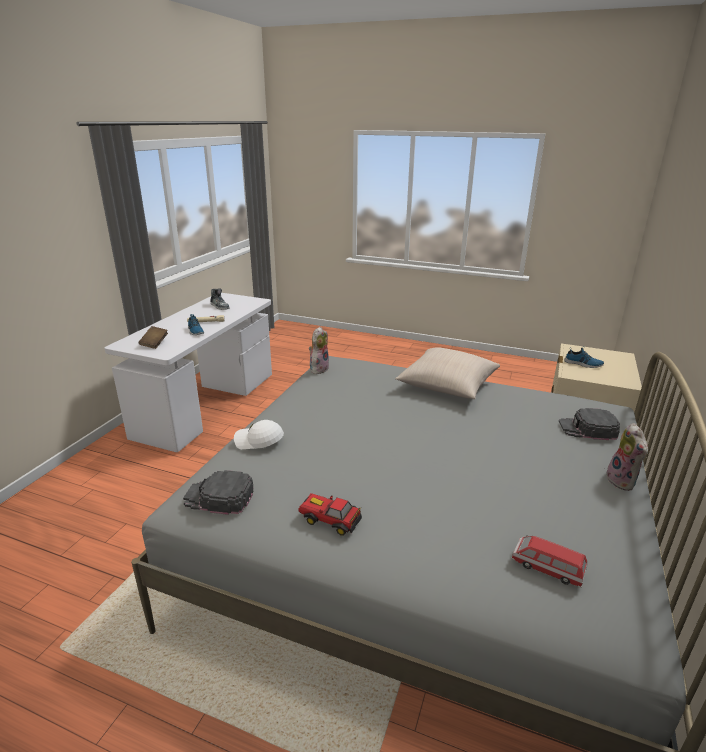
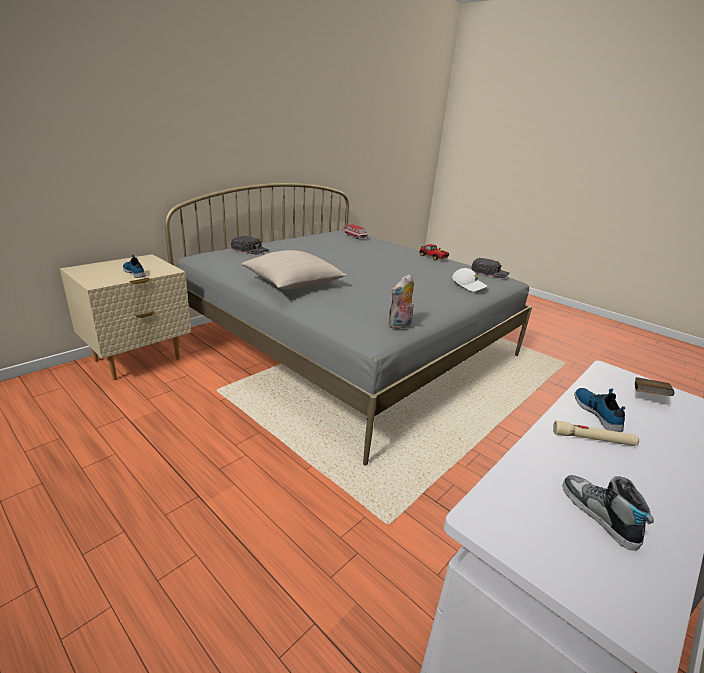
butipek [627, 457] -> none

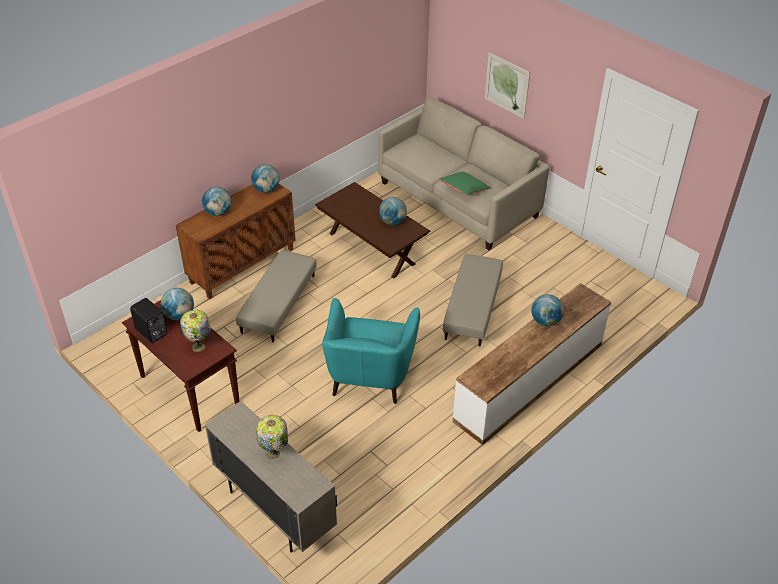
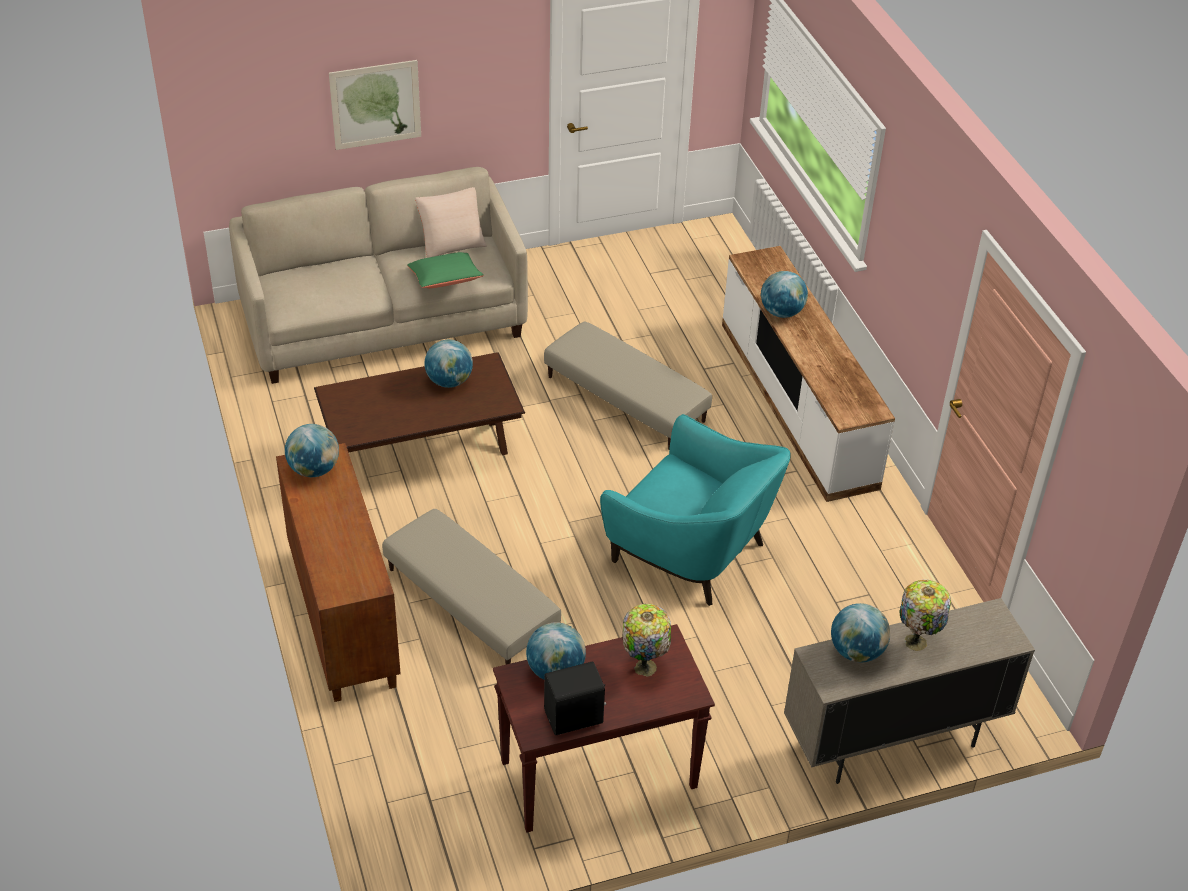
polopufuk [217, 201] -> polopufuk [861, 632], shifted
none -> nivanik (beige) [451, 222]

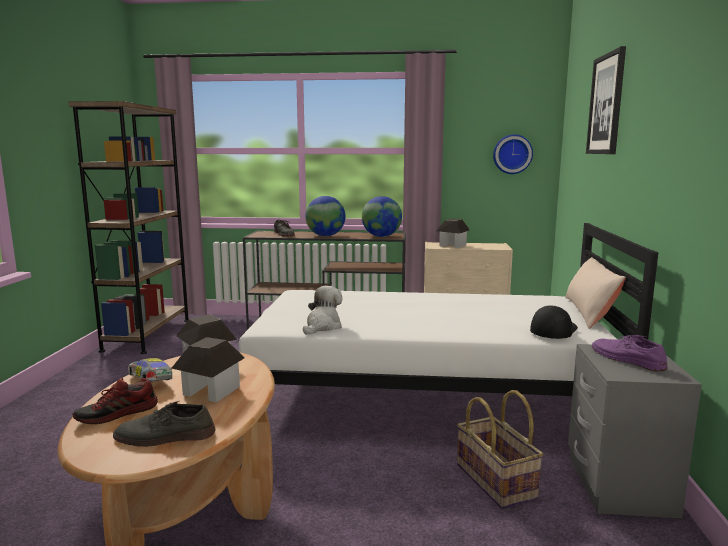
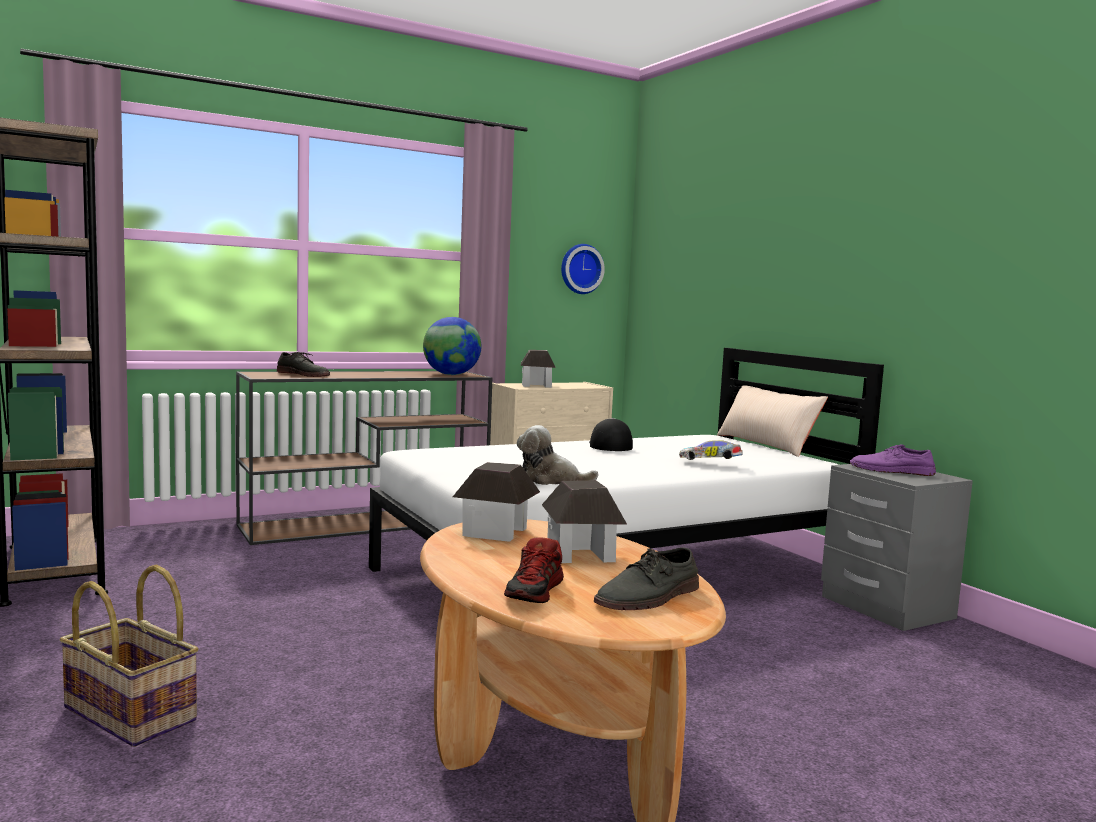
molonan [606, 100] -> none
polopufuk [325, 216] -> none
butipek [322, 310] -> butipek [557, 455], 75 degrees counterclockwise
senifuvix [554, 322] -> senifuvix [611, 434], shifted
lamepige [150, 369] -> lamepige [711, 450], shifted
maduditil [500, 449] -> maduditil [129, 656], shifted

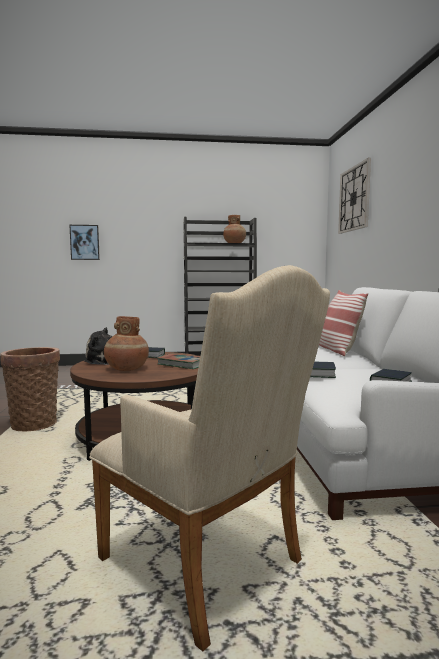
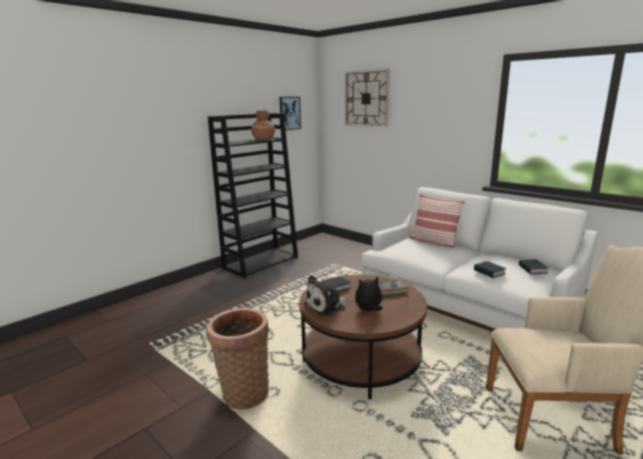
molonan [84, 242] -> molonan [290, 113], shifted
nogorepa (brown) [126, 343] -> butipek [369, 294]

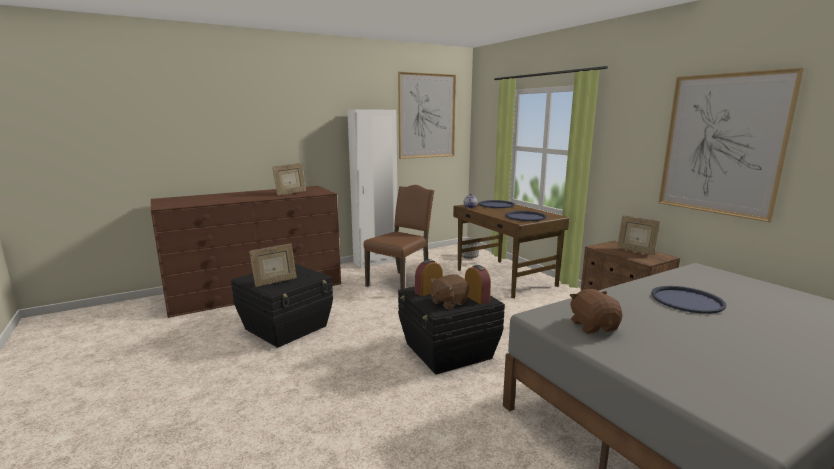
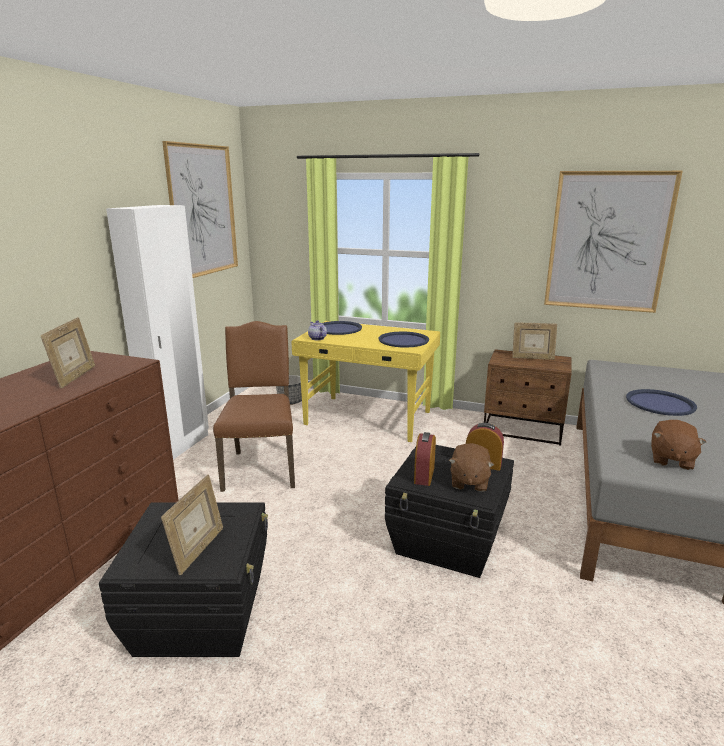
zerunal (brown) [511, 250] -> zerunal (yellow) [365, 381]
butipek (brown) [596, 311] -> butipek (brown) [678, 445], 105 degrees counterclockwise

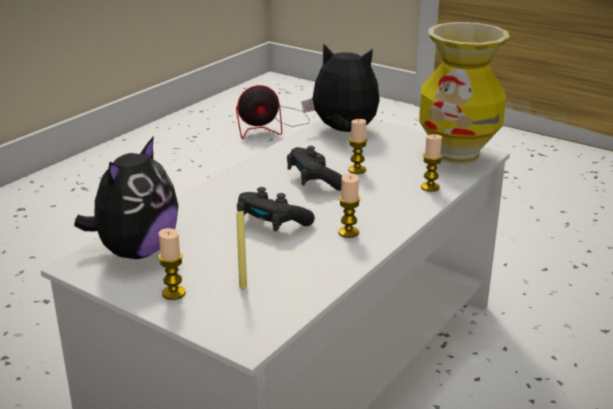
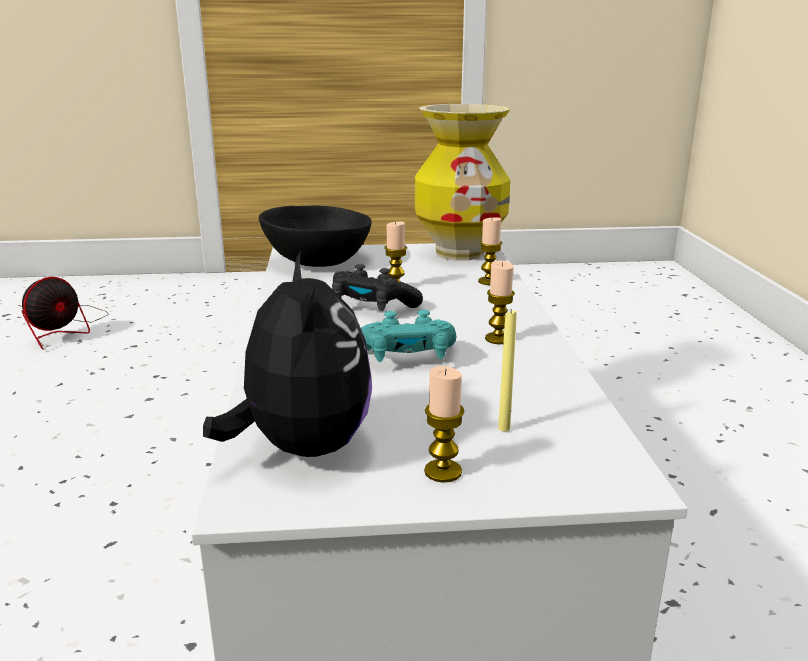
butipek [341, 87] -> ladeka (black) [315, 236]
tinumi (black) [276, 209] -> tinumi (turquoise) [408, 336]

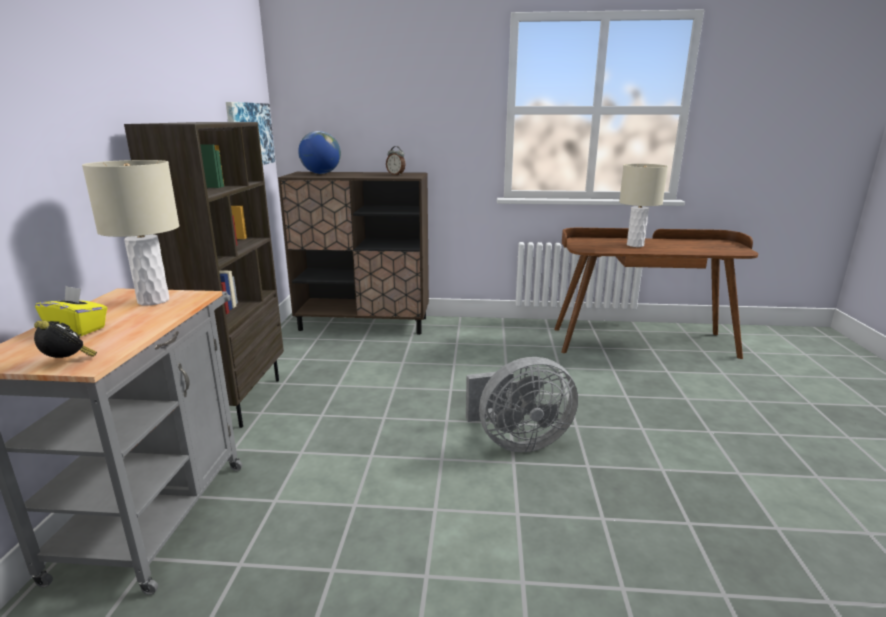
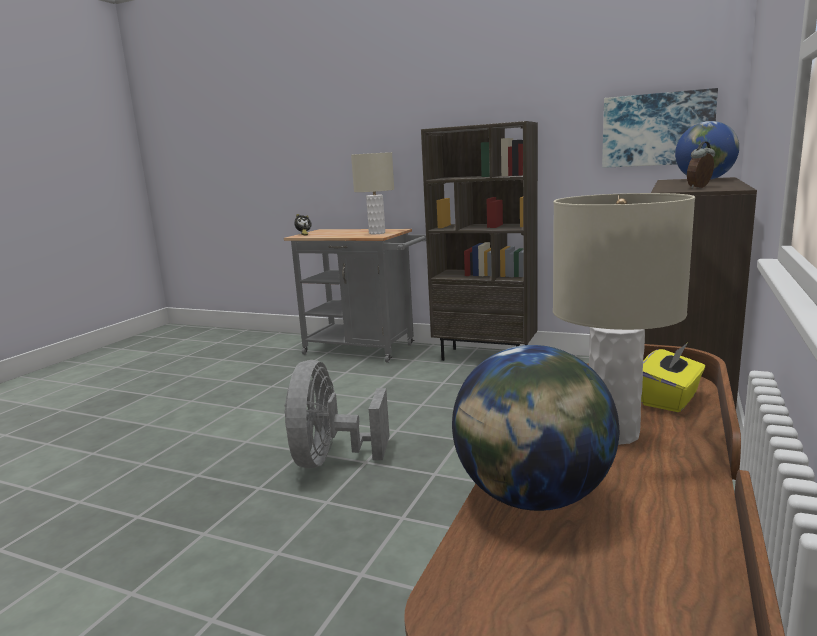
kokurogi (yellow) [71, 311] -> kokurogi (yellow) [673, 377], shifted
none -> polopufuk [535, 428]

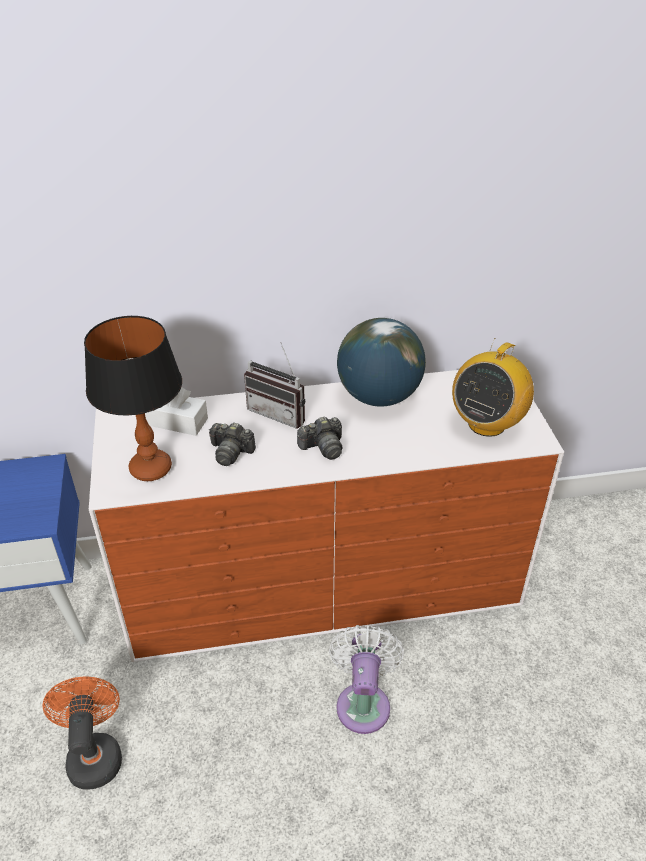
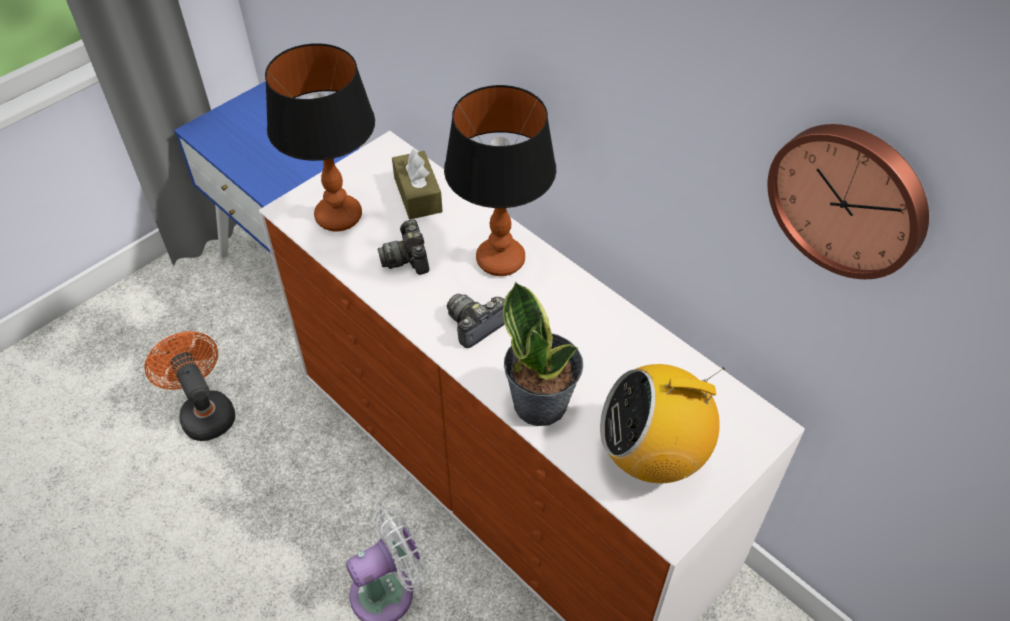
polopufuk [381, 362] -> none
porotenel [274, 385] -> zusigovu [500, 180]
kokurogi (white) [176, 411] -> kokurogi (brown) [417, 184]
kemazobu [319, 438] -> kemazobu [476, 321], 105 degrees clockwise
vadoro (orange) [82, 733] -> vadoro (orange) [190, 386], 75 degrees counterclockwise
none -> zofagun [848, 201]
none -> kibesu [543, 353]

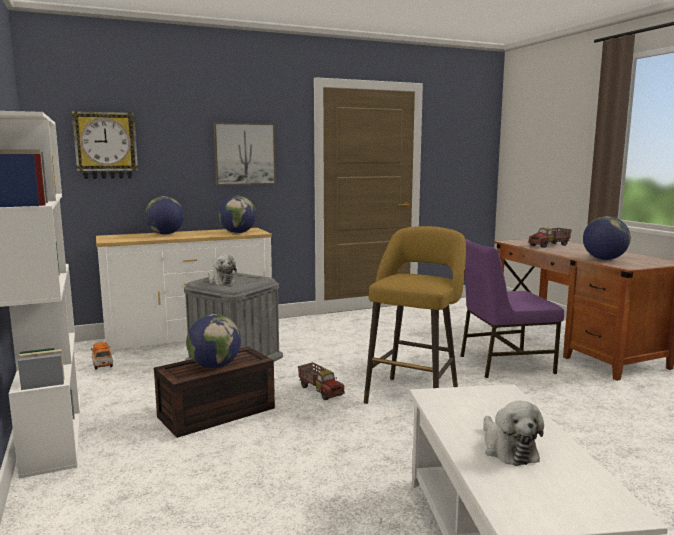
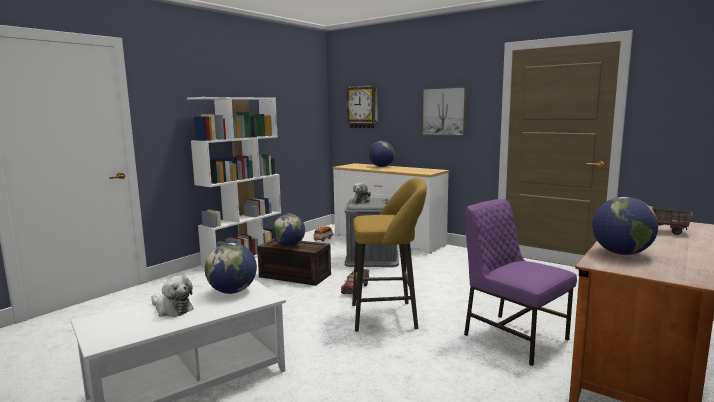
polopufuk [237, 214] -> polopufuk [231, 268], shifted
butipek [513, 433] -> butipek [172, 296], 105 degrees counterclockwise

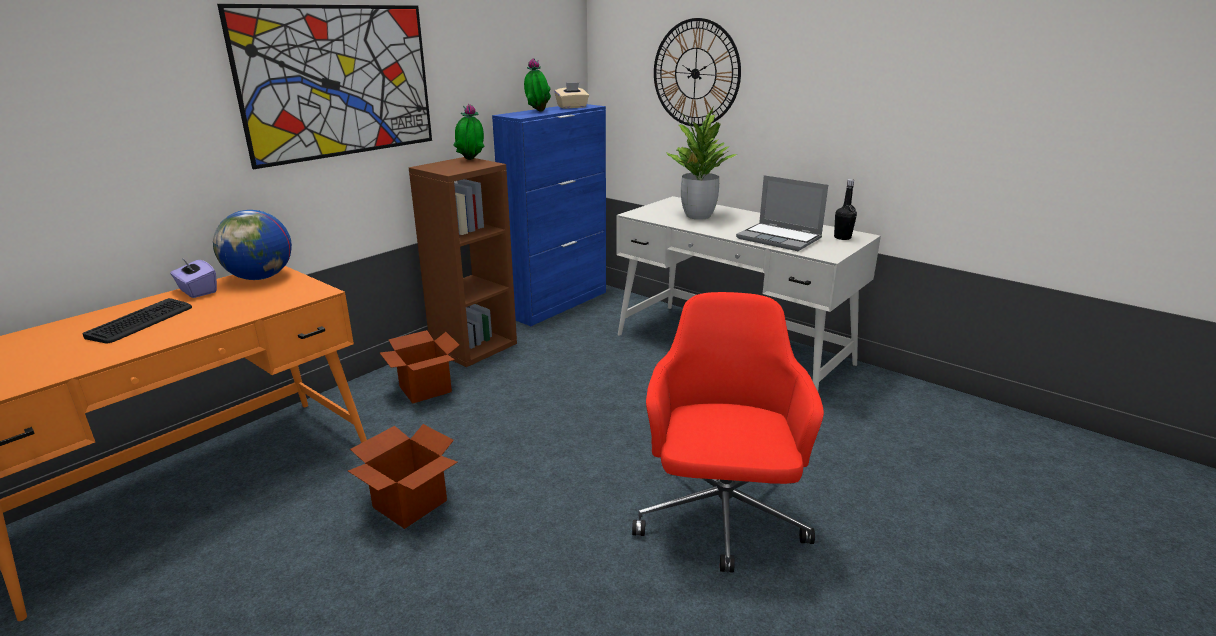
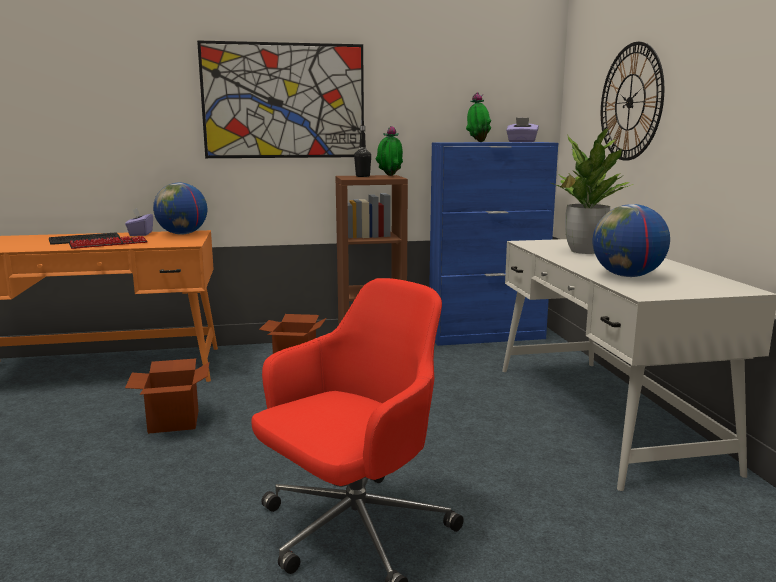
kokurogi (beige) [572, 96] -> kokurogi (purple) [522, 130]
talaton [782, 213] -> polopufuk [631, 240]
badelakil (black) [845, 209] -> badelakil (black) [362, 151], shifted
none -> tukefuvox [108, 242]

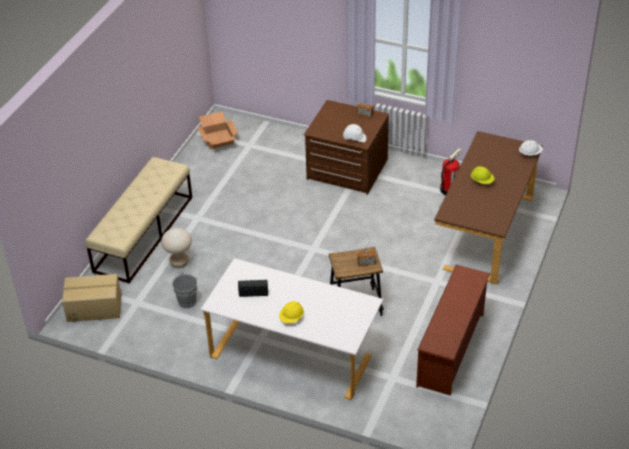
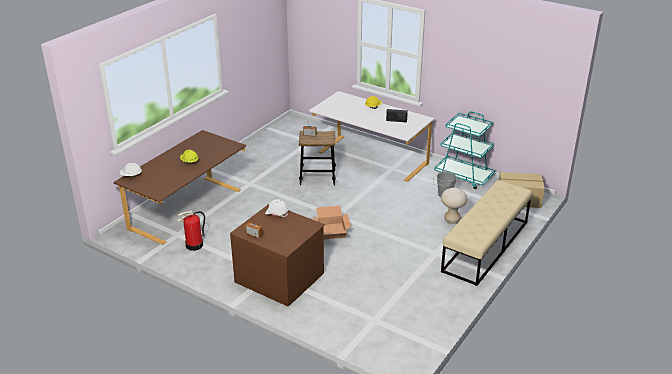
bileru [217, 130] -> bileru [332, 223], shifted
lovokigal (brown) [453, 330] -> none
none -> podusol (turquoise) [464, 150]

